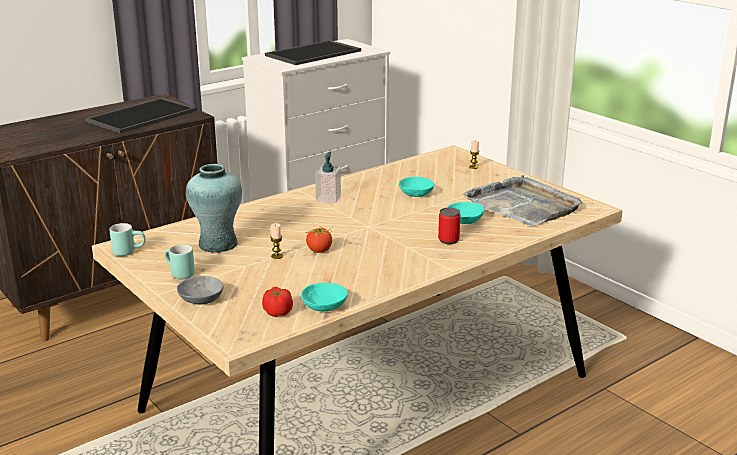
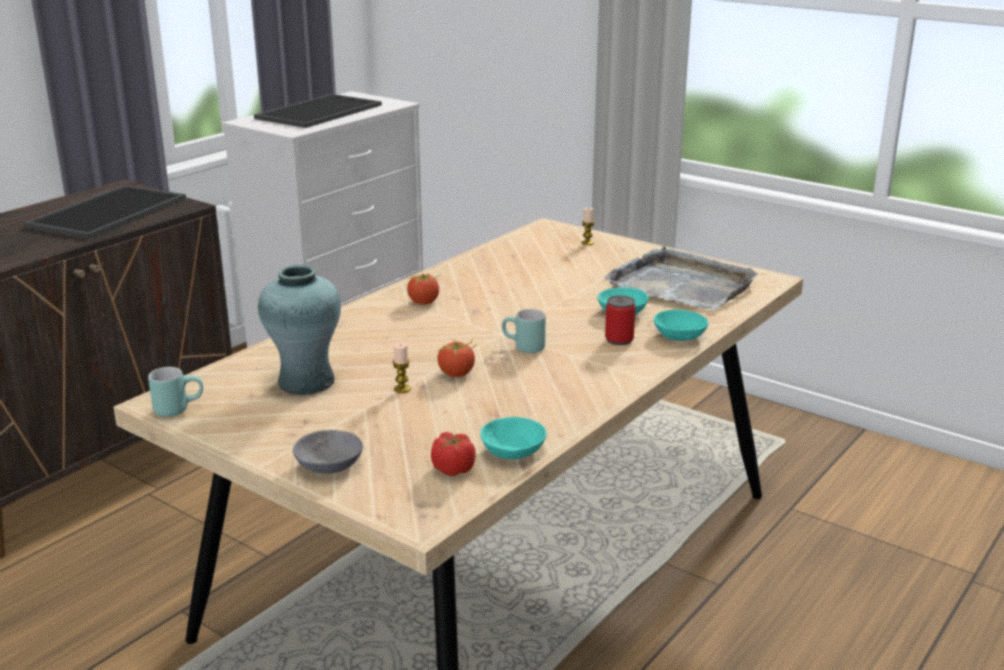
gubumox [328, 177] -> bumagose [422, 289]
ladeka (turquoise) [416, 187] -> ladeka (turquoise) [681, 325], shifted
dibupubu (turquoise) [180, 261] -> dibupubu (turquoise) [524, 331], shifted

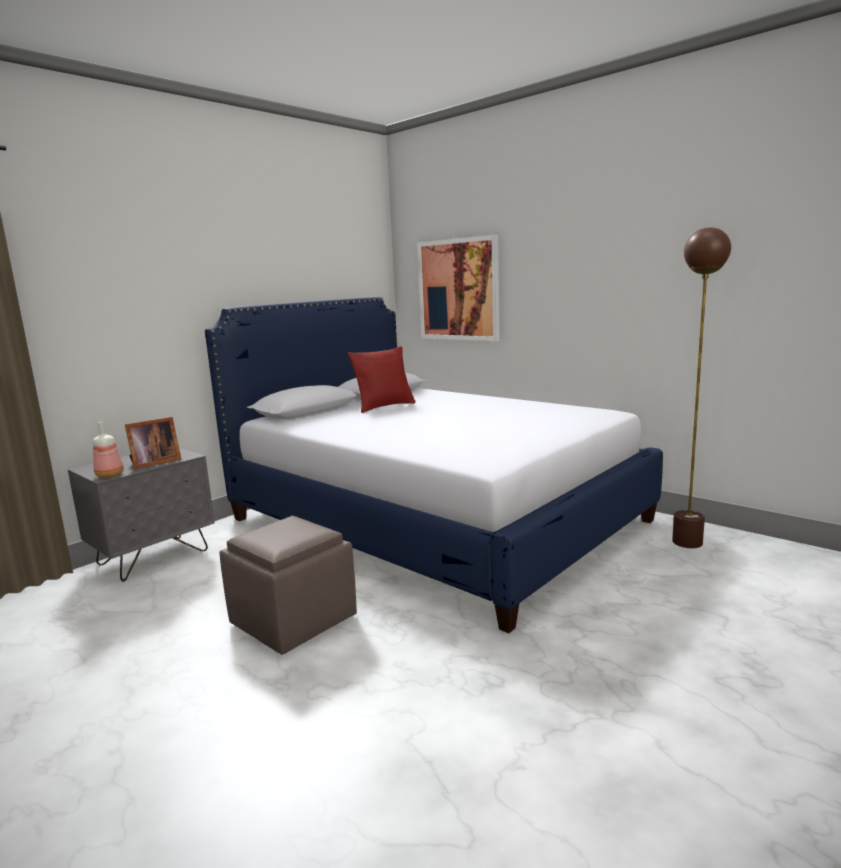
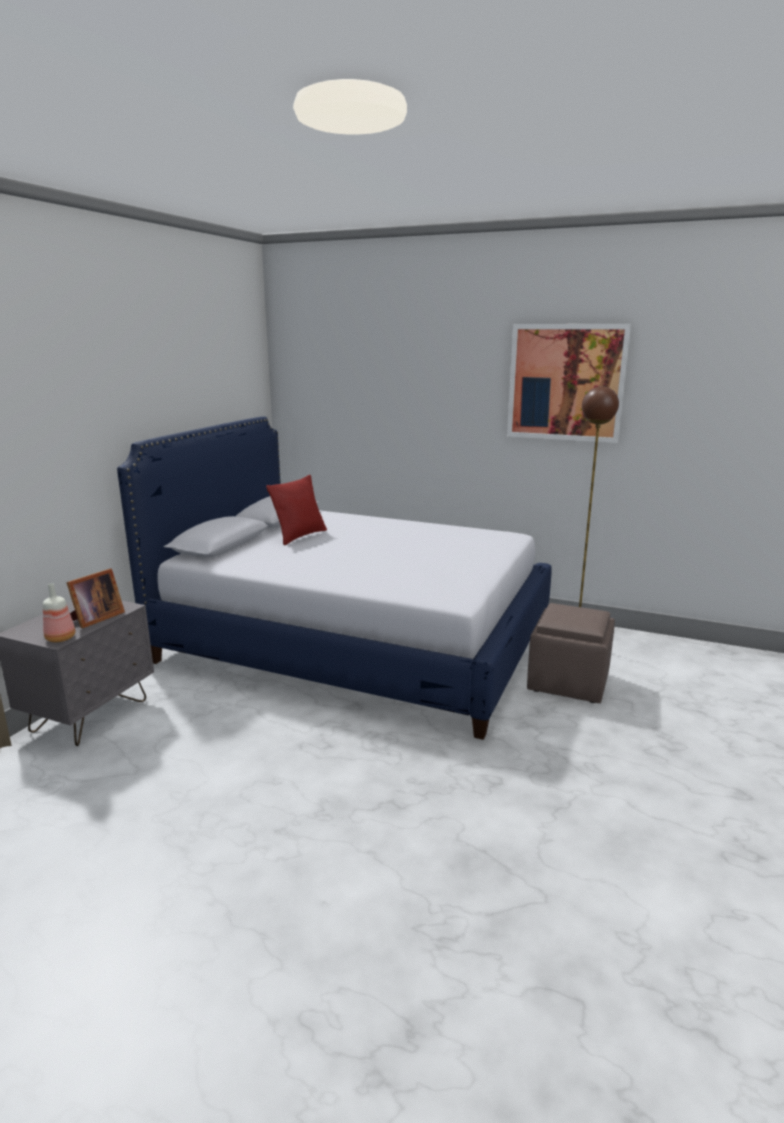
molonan [458, 288] -> molonan [569, 383], shifted
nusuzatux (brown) [288, 585] -> nusuzatux (brown) [571, 653], shifted

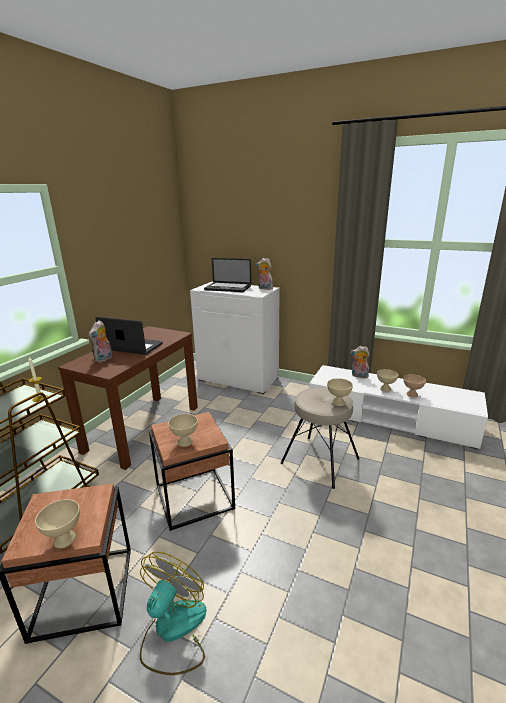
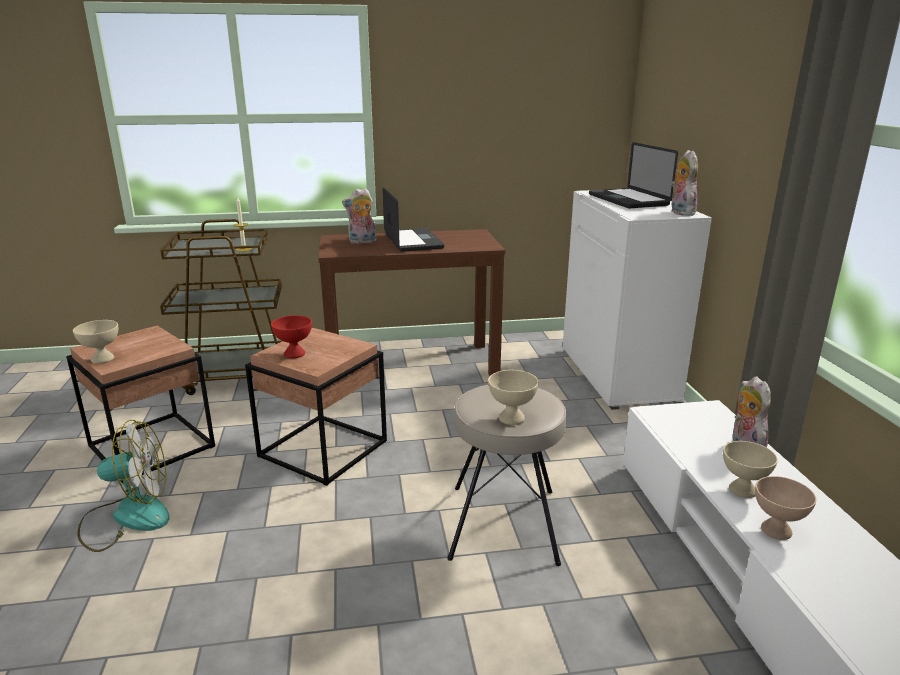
ladeka (beige) [183, 430] -> ladeka (red) [291, 336]

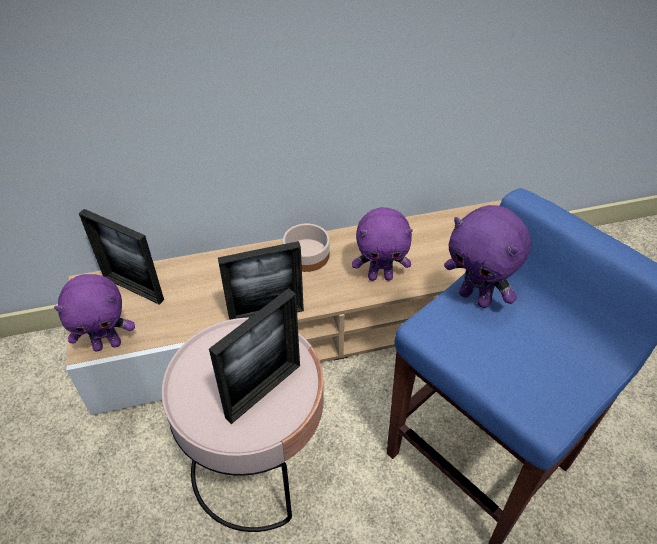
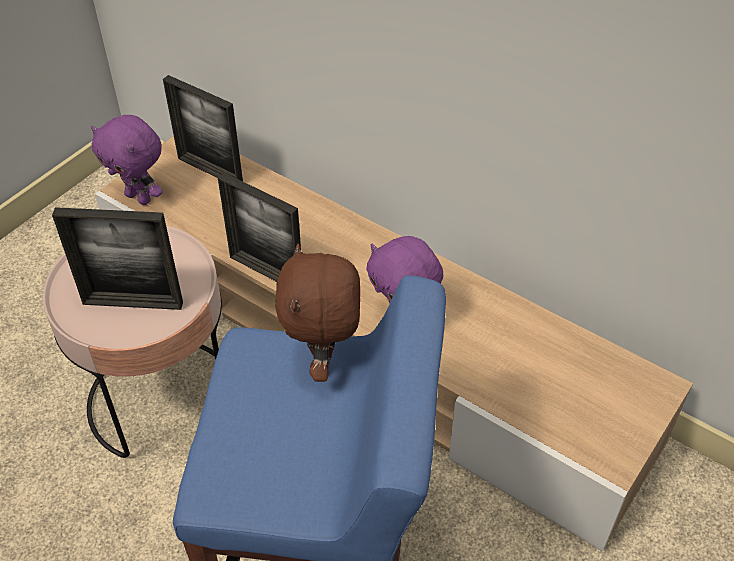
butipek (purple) [487, 256] -> butipek (brown) [317, 313]
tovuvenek [121, 257] -> tovuvenek [203, 128], 45 degrees counterclockwise
ladeka [306, 248] -> none

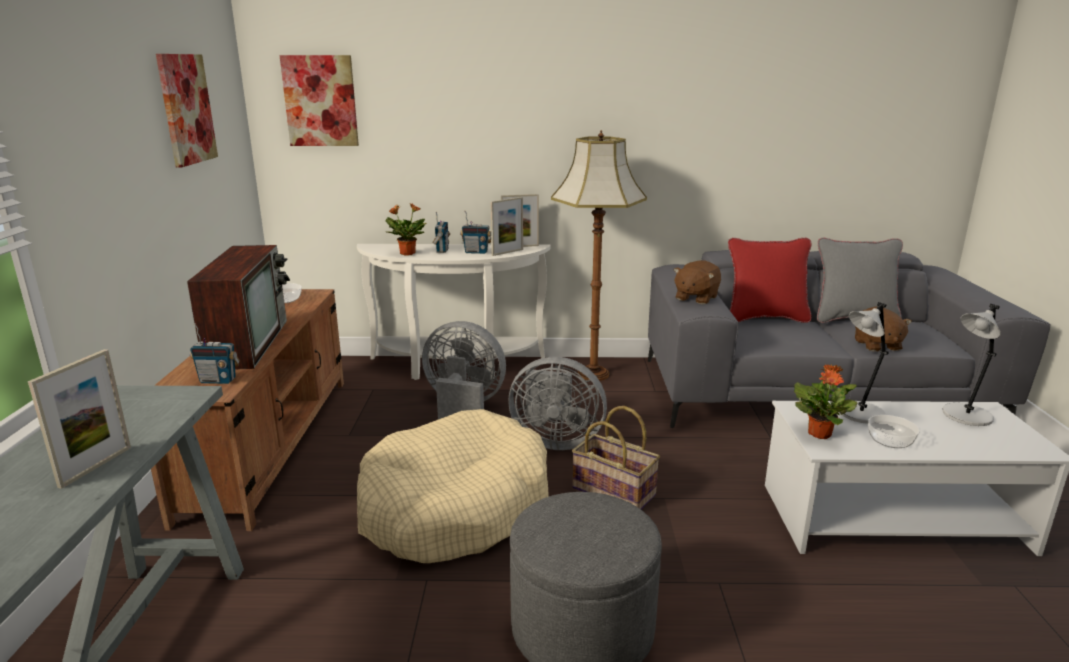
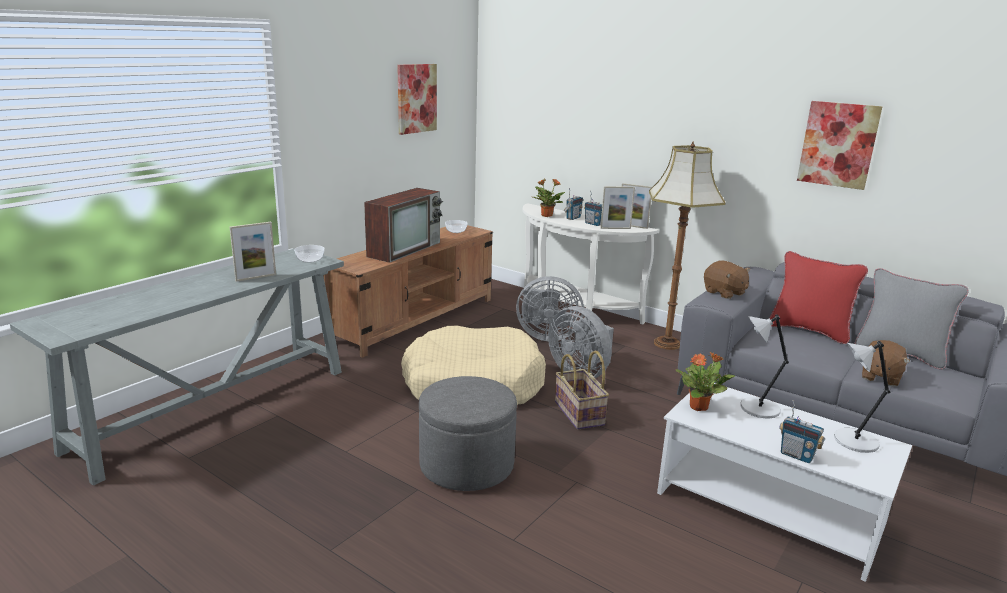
molonan [319, 100] -> molonan [839, 145], shifted
butipek (brown) [697, 282] -> butipek (brown) [727, 279], 105 degrees counterclockwise
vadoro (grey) [464, 370] -> vadoro (grey) [550, 308], 135 degrees clockwise
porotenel [215, 353] -> porotenel [802, 431], shifted
ladeka [893, 431] -> ladeka [309, 254], shifted

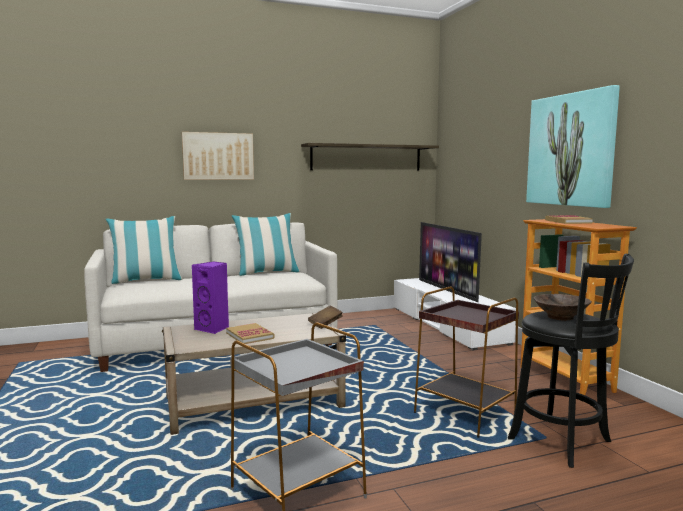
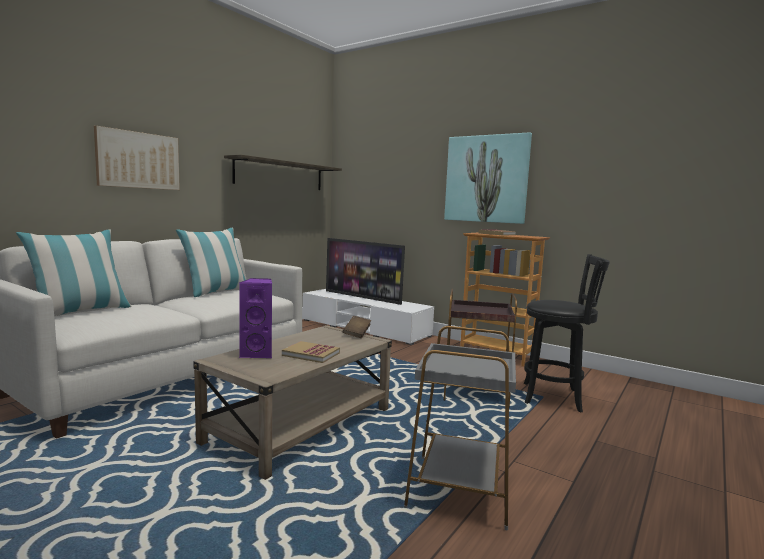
ladeka (brown) [562, 307] -> none

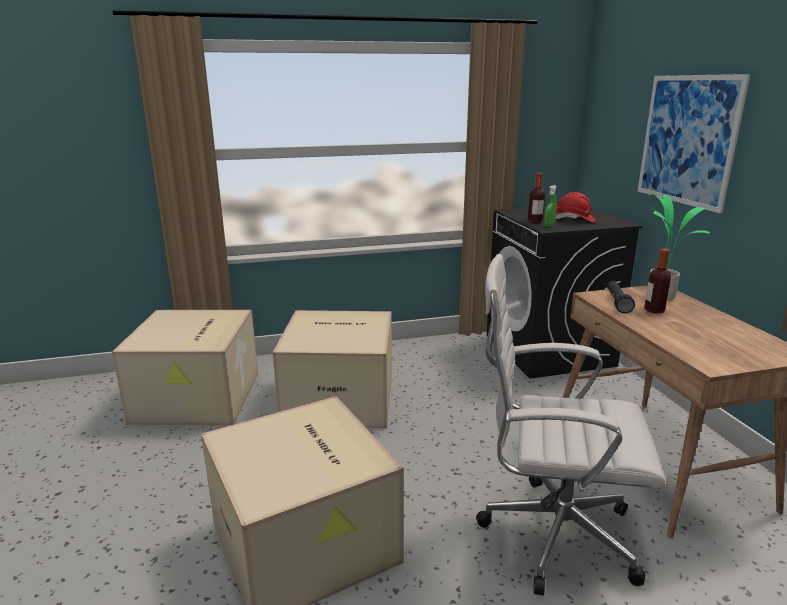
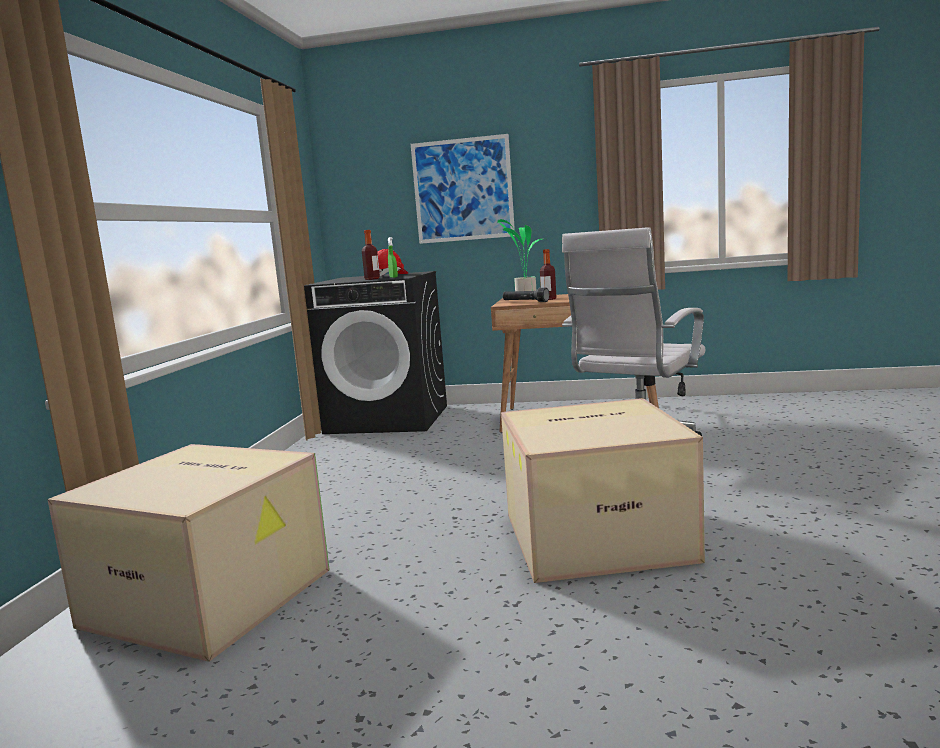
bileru [332, 369] -> none

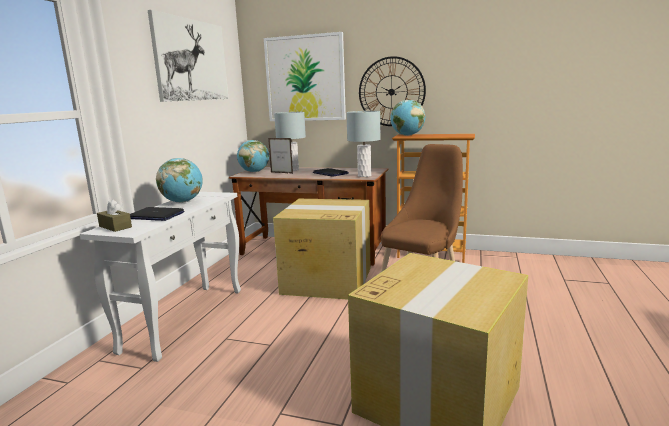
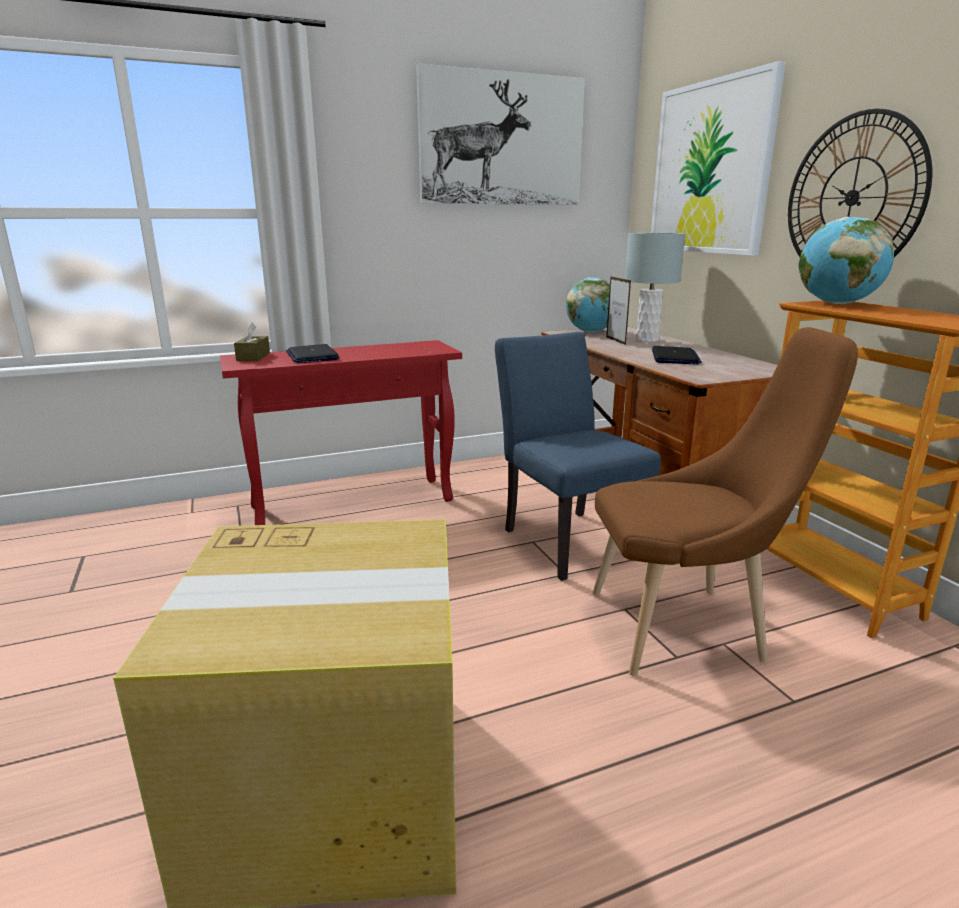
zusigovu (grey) [363, 144] -> none
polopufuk [179, 180] -> none
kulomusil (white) [160, 277] -> kulomusil (red) [341, 432]
bileru [322, 249] -> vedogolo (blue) [578, 456]

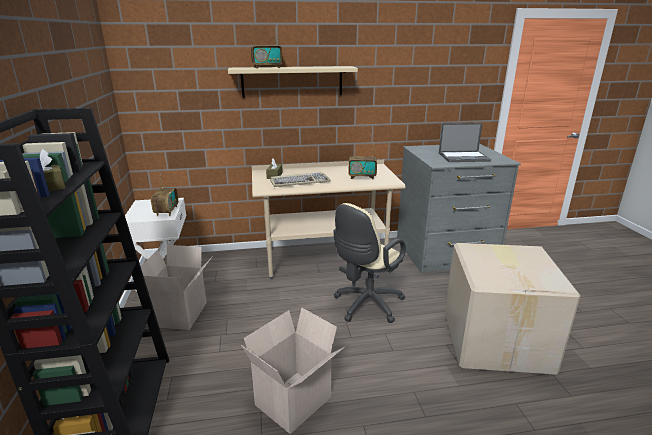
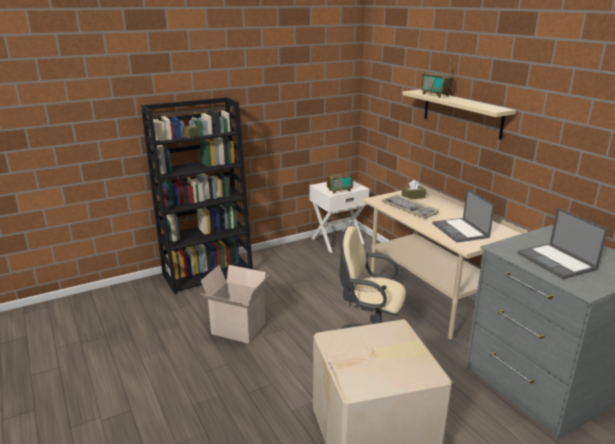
porotenel [362, 160] -> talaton [463, 216]
bileru [176, 287] -> none

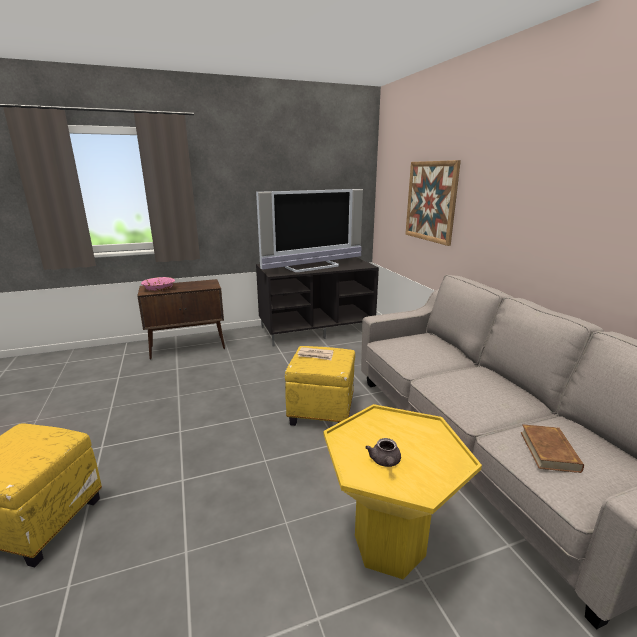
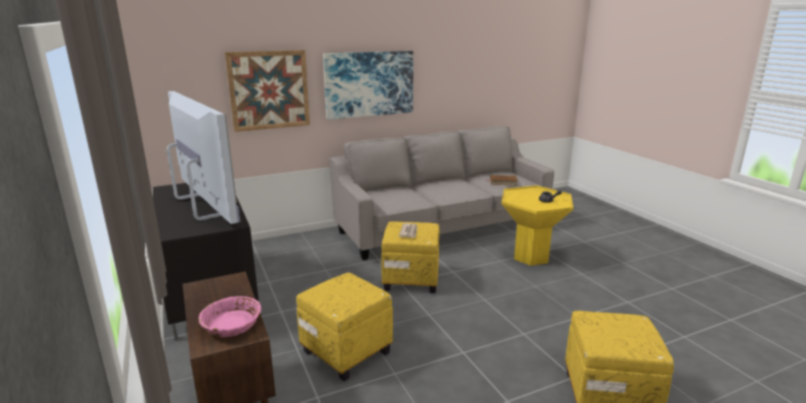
none -> molonan [368, 85]
none -> nusuzatux (yellow) [344, 326]

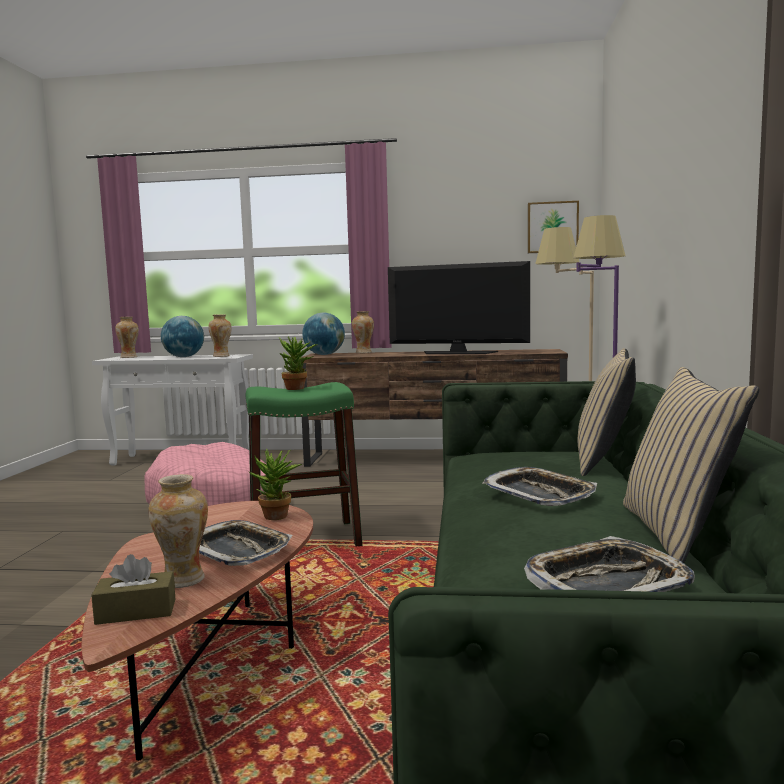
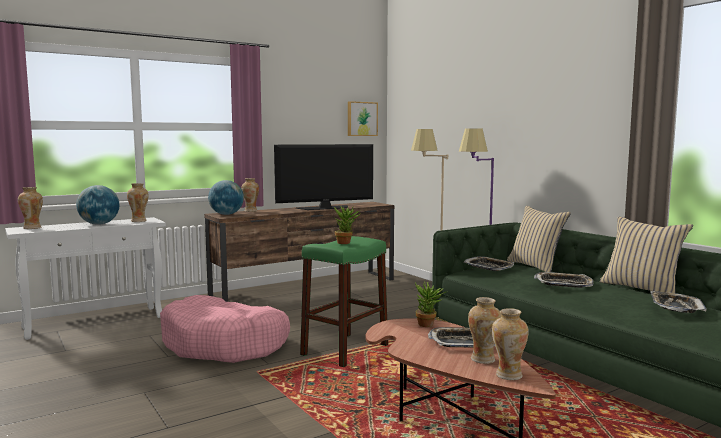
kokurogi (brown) [133, 589] -> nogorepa [510, 344]
none -> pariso [489, 263]

